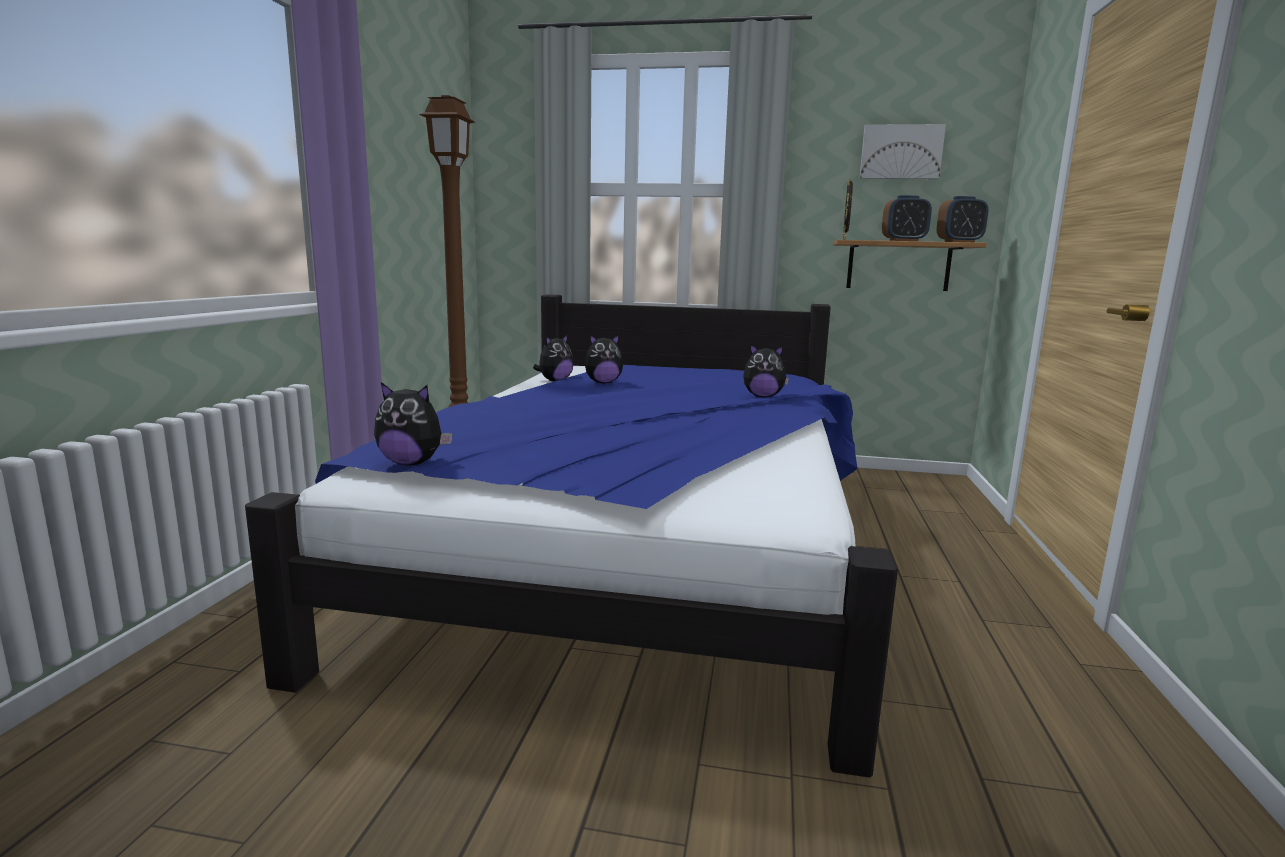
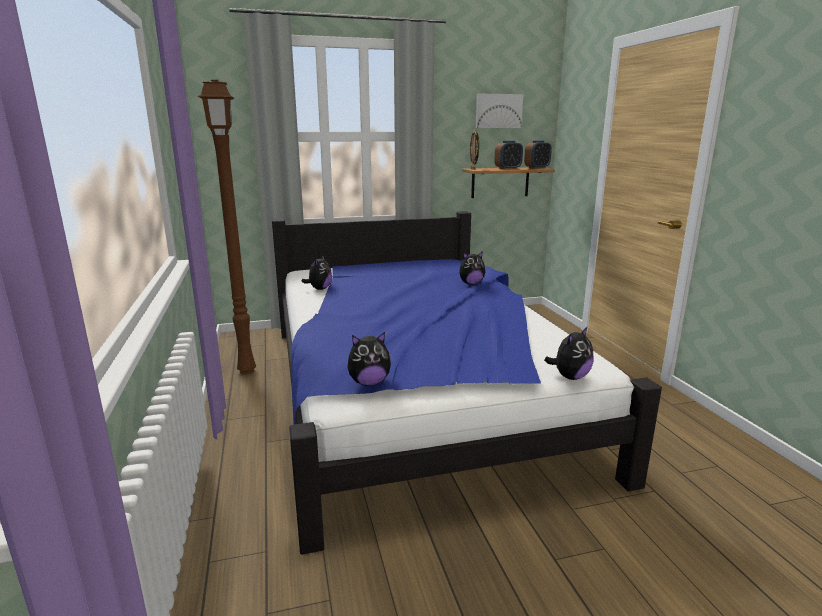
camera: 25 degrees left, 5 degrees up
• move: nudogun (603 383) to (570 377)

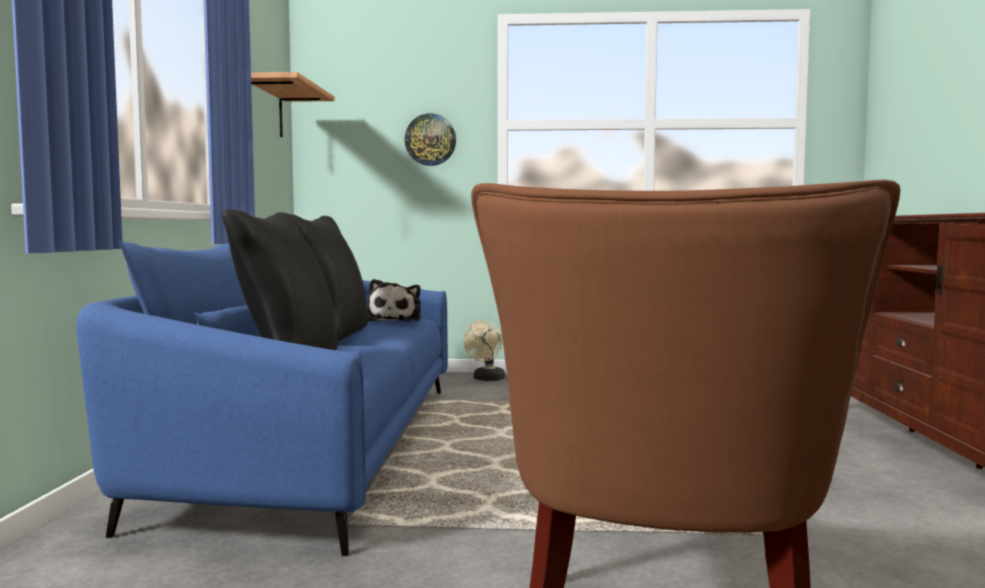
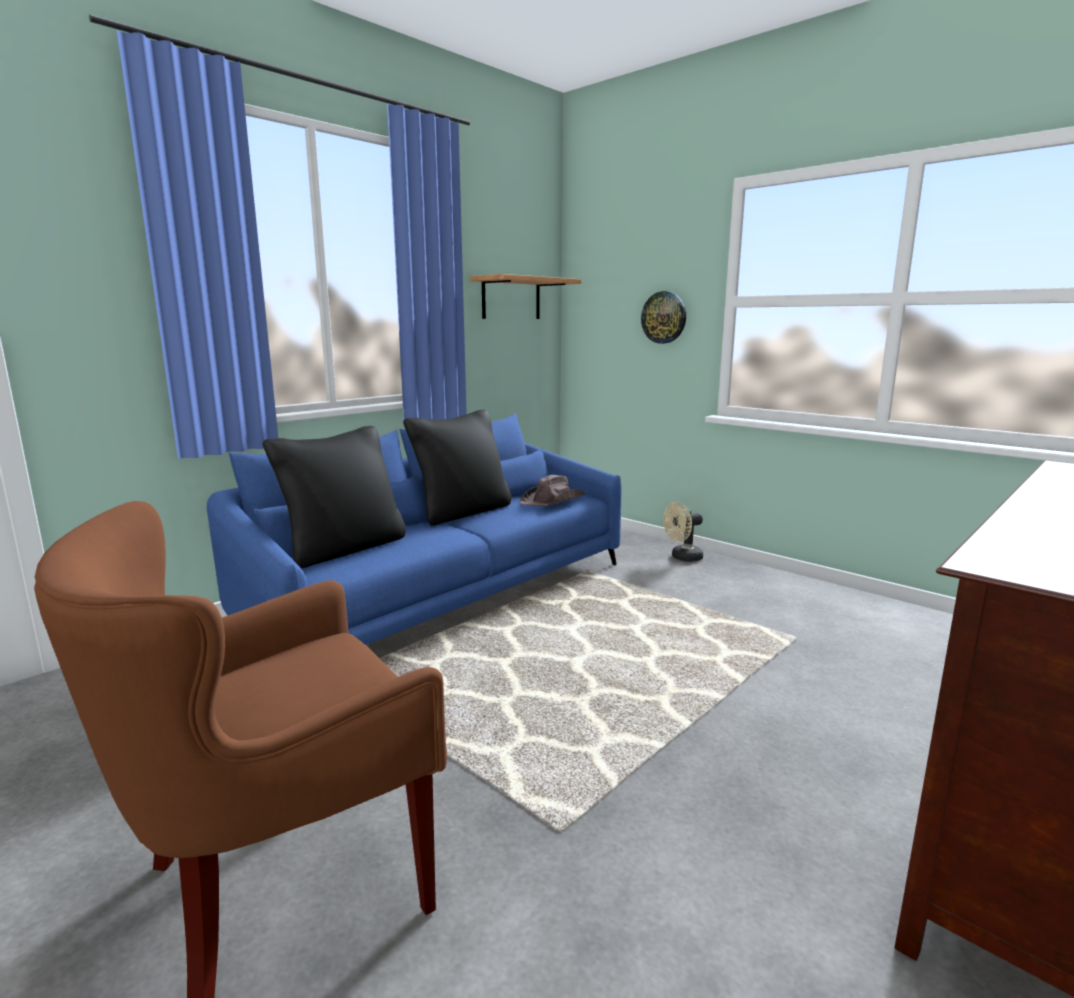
camera: 40 degrees right, 10 degrees up
• replace: nudogun (397 320) to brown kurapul (553 500)

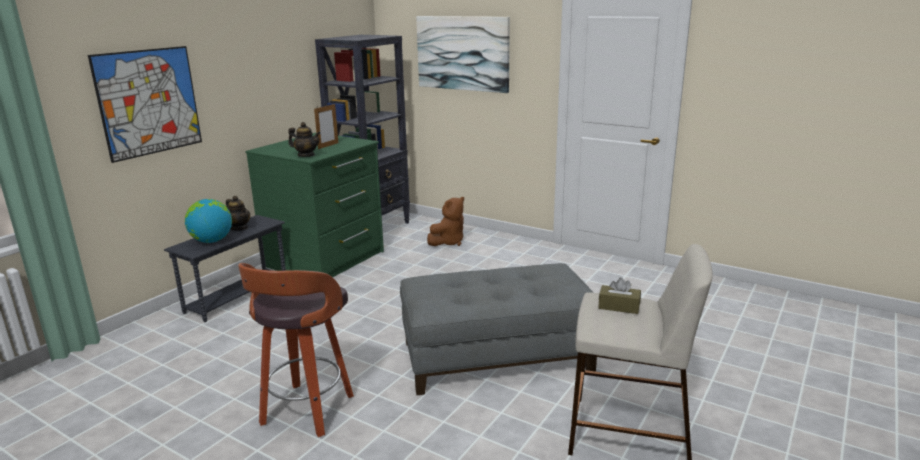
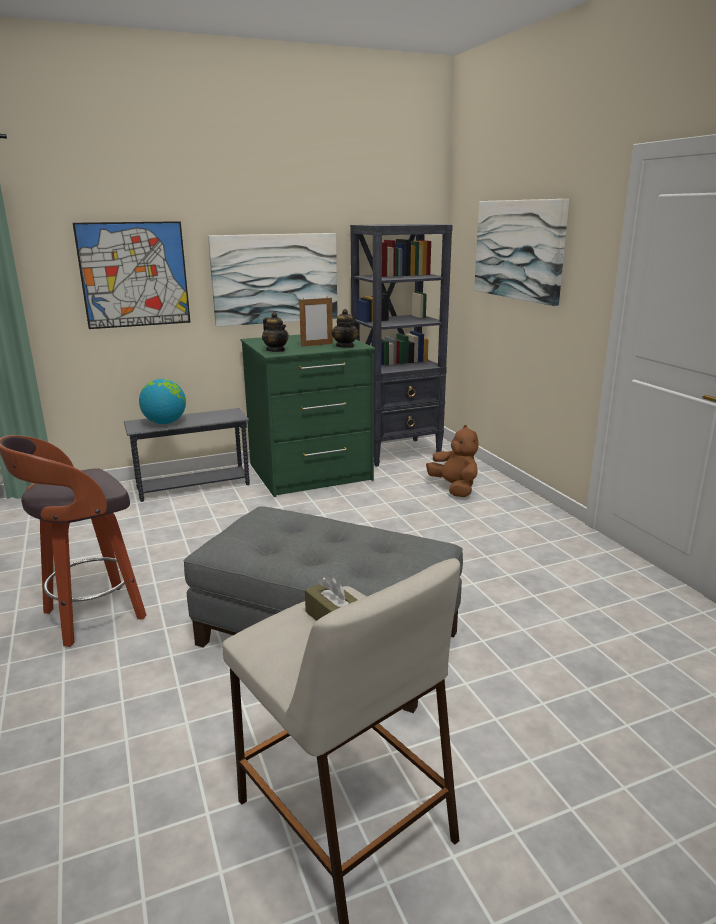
camera: 35 degrees right, 0 degrees up
• insert: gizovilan (275 278)
• move: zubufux (239 228) to (345 346)
• rotate: brown nudogun (448 242) = (454 488) 105 degrees counterclockwise

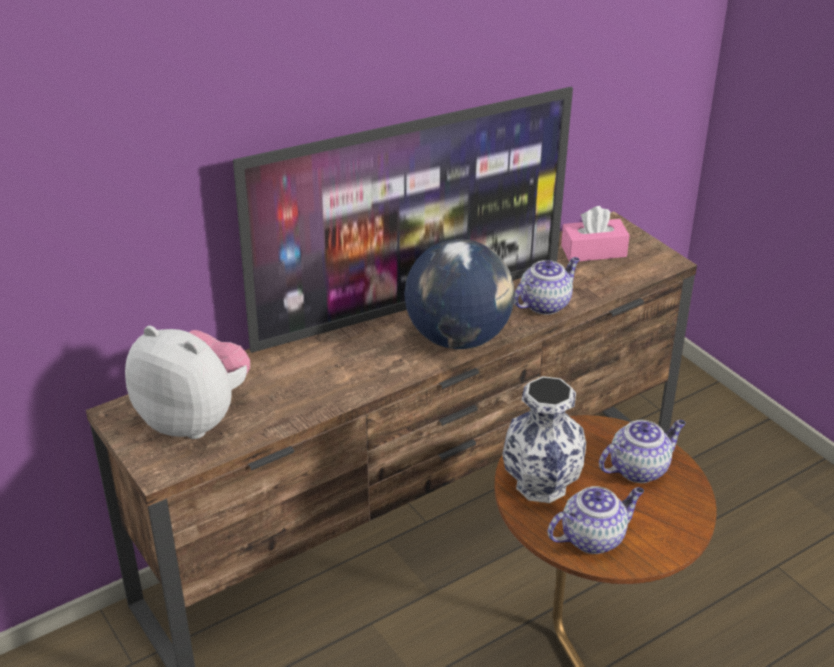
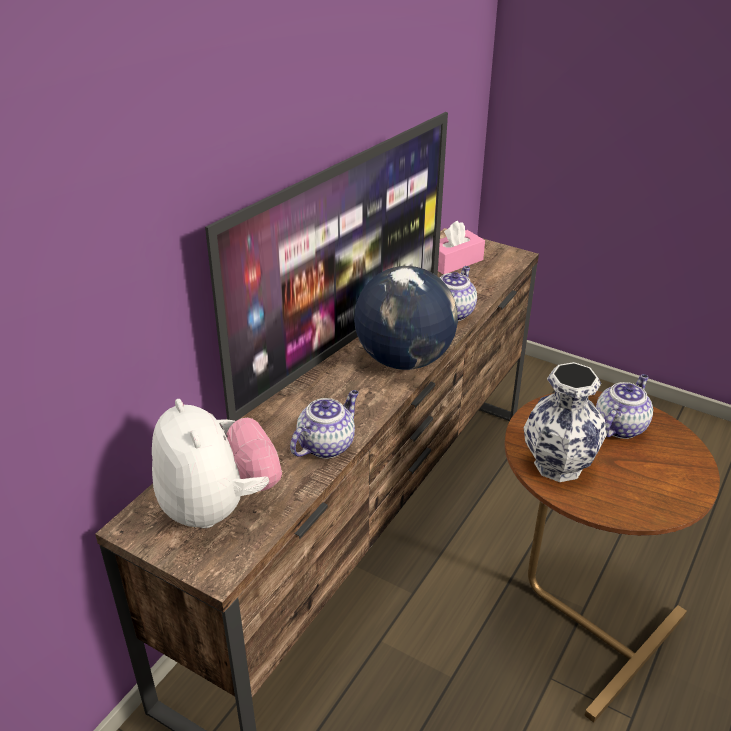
camera: 25 degrees left, 0 degrees up
• rotate: nudogun (195 419) = (218 506) 60 degrees clockwise
• move: zubufux (593 537) to (326 444)

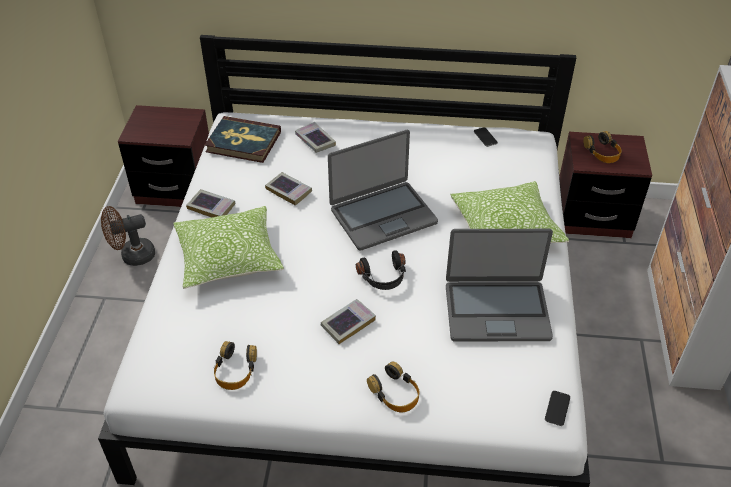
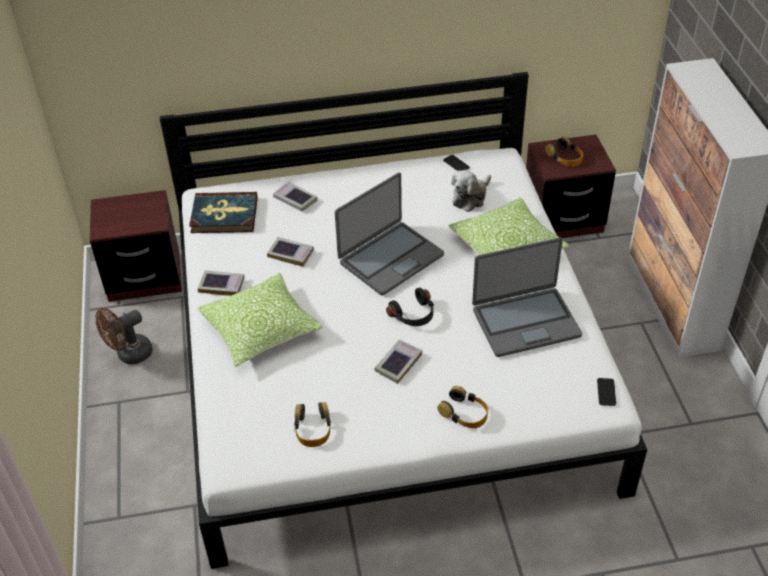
camera: 15 degrees left, 0 degrees up
• insert: nudogun (470 197)

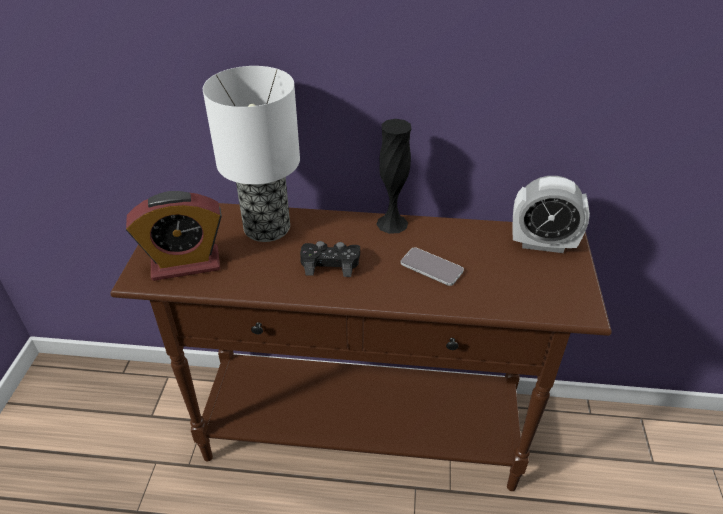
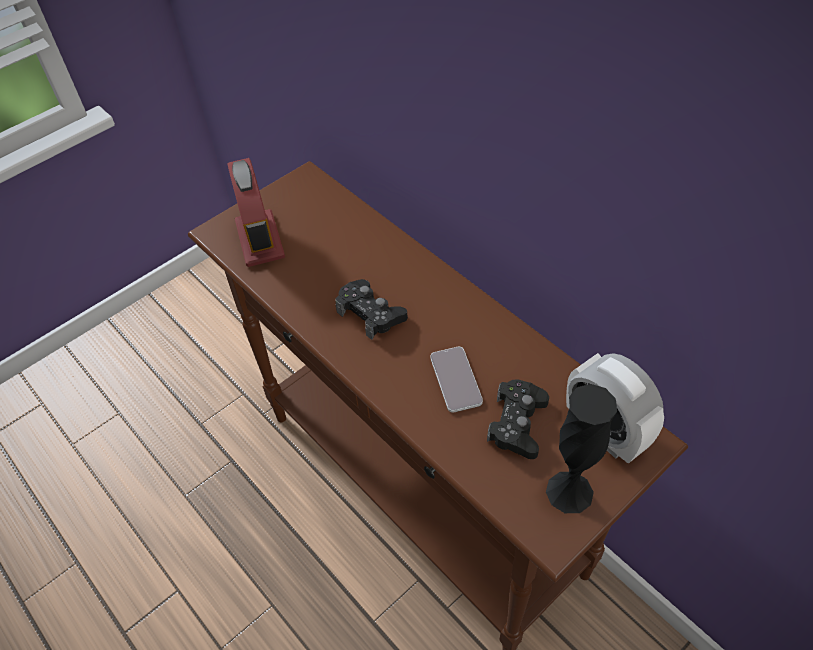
camera: 45 degrees right, 10 degrees up
• rotate: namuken (185 264) = (260 239) 135 degrees counterclockwise
• insert: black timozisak (517 424)
• move: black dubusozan (392 223) to (569 492)
• delete: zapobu (267 227)

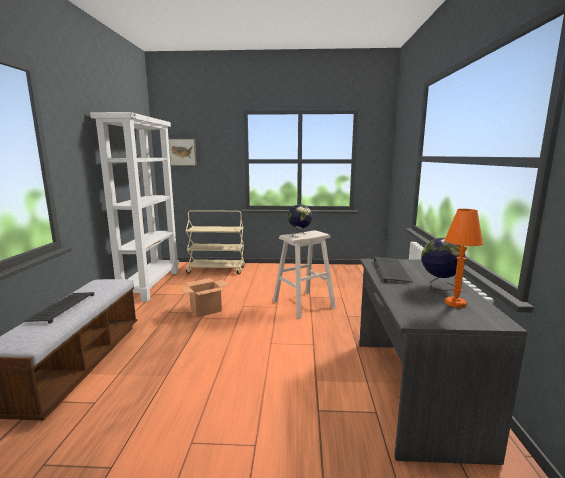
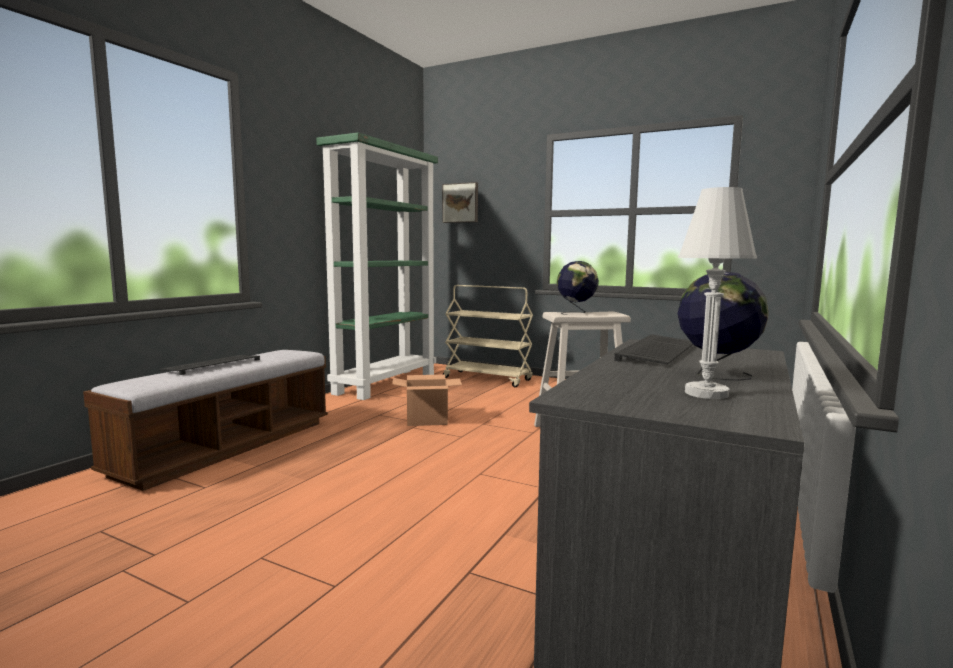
camera: 25 degrees right, 5 degrees down
• recolor: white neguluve (150 284) to green neguluve (386 383)
• recolor: orange zapobu (455 303) to white zapobu (706 393)

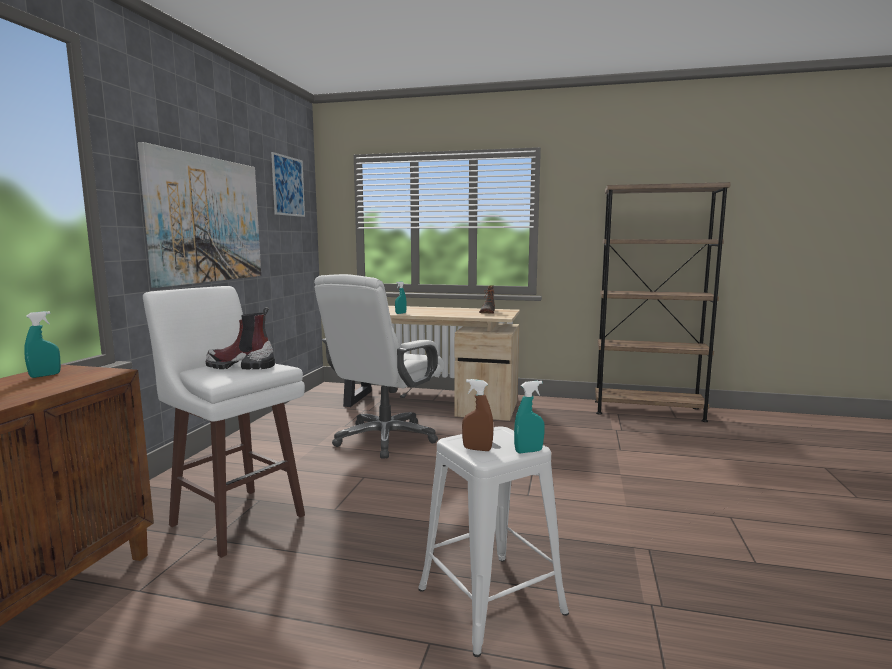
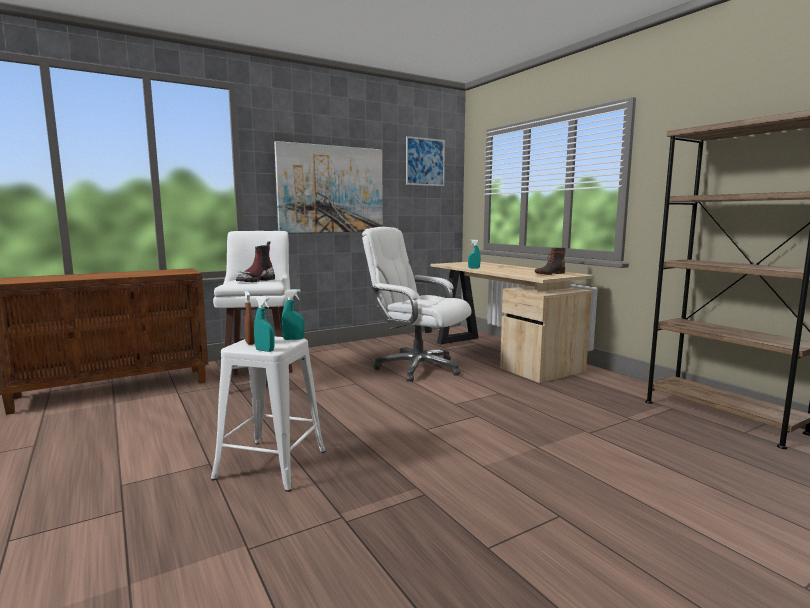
camera: 45 degrees right, 0 degrees up
• rotate: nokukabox (240 366) = (256 280) 105 degrees counterclockwise
• move: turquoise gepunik (45 375) to (293 339)
• rotate: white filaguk (385 439) = (417 368) 45 degrees clockwise

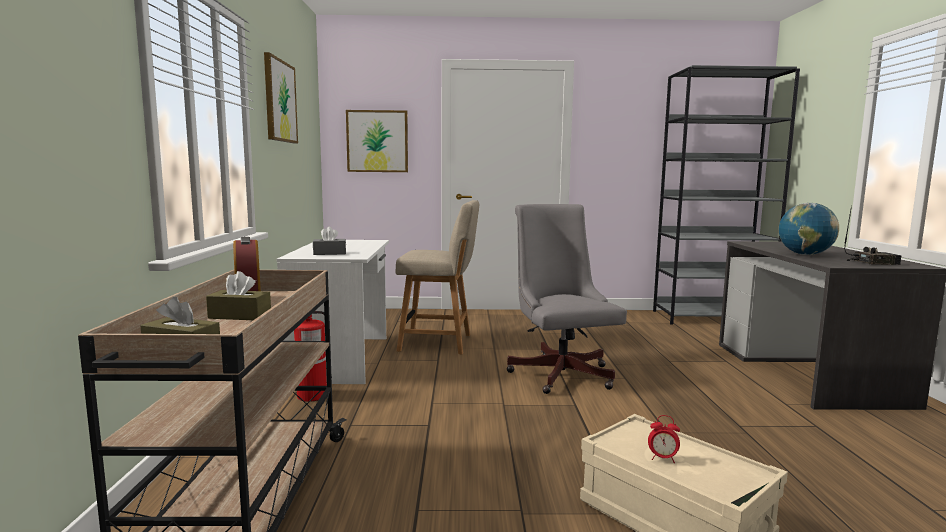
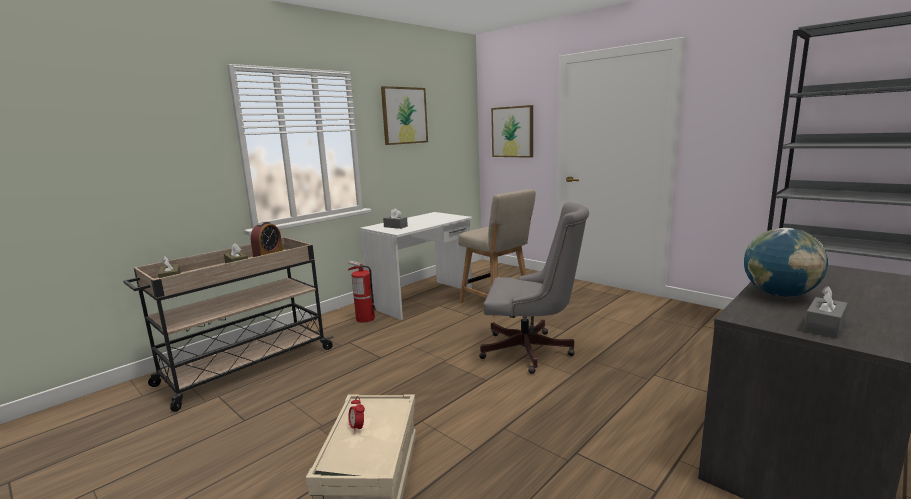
camera: 45 degrees right, 5 degrees up
• rotate: grey filaguk (560 372) = (532 351) 75 degrees clockwise
• replace: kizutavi (872 263) to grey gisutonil (824 326)

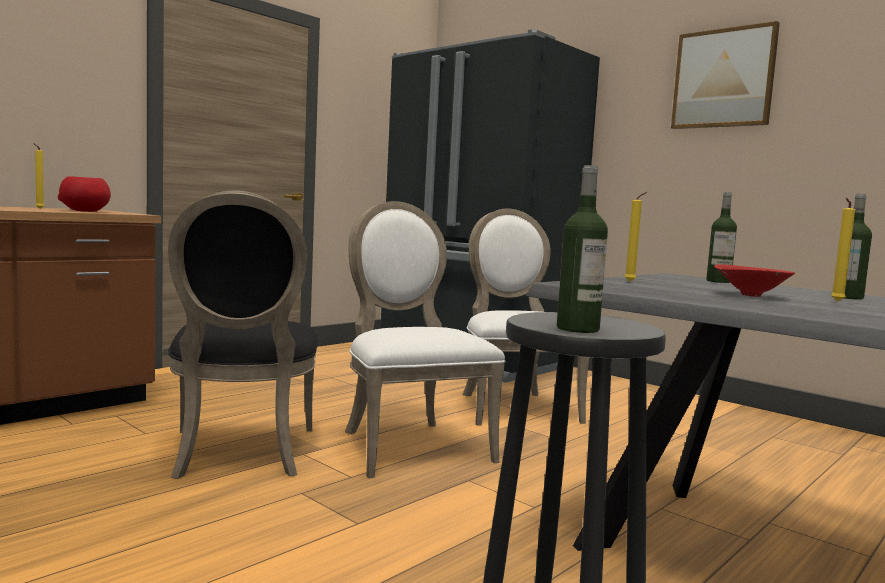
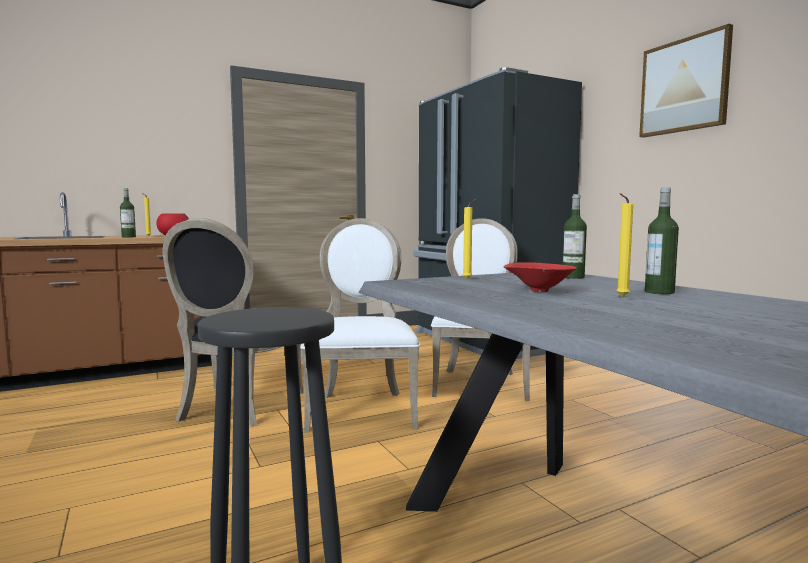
camera: 20 degrees right, 0 degrees up
• move: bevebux (577 329) to (128 237)

